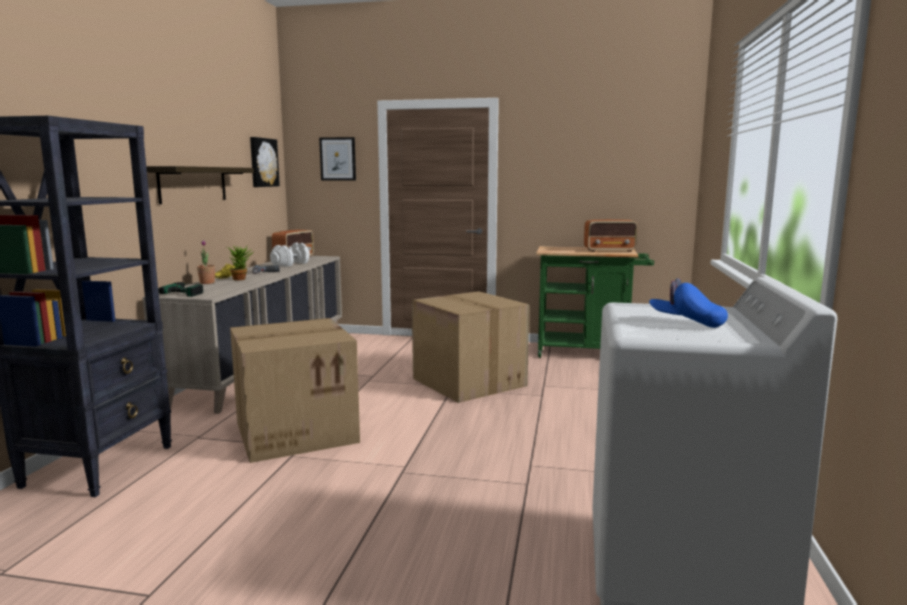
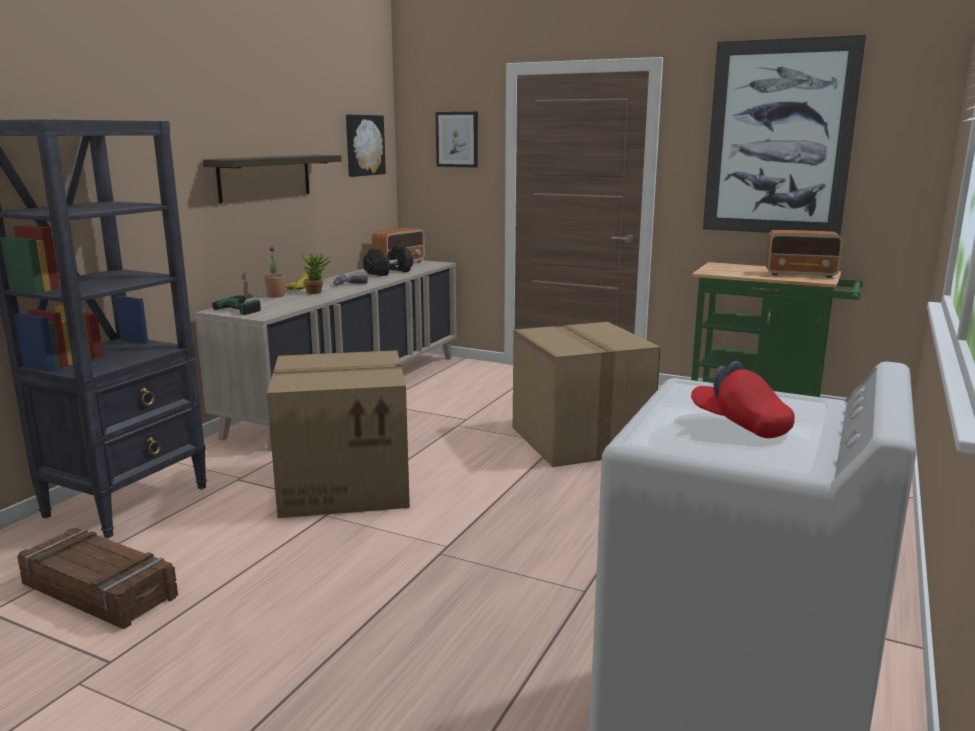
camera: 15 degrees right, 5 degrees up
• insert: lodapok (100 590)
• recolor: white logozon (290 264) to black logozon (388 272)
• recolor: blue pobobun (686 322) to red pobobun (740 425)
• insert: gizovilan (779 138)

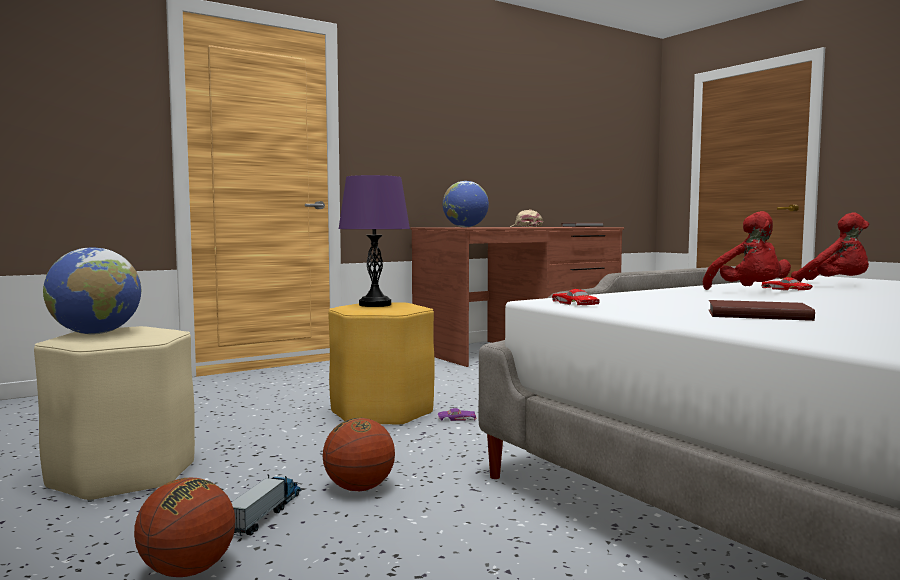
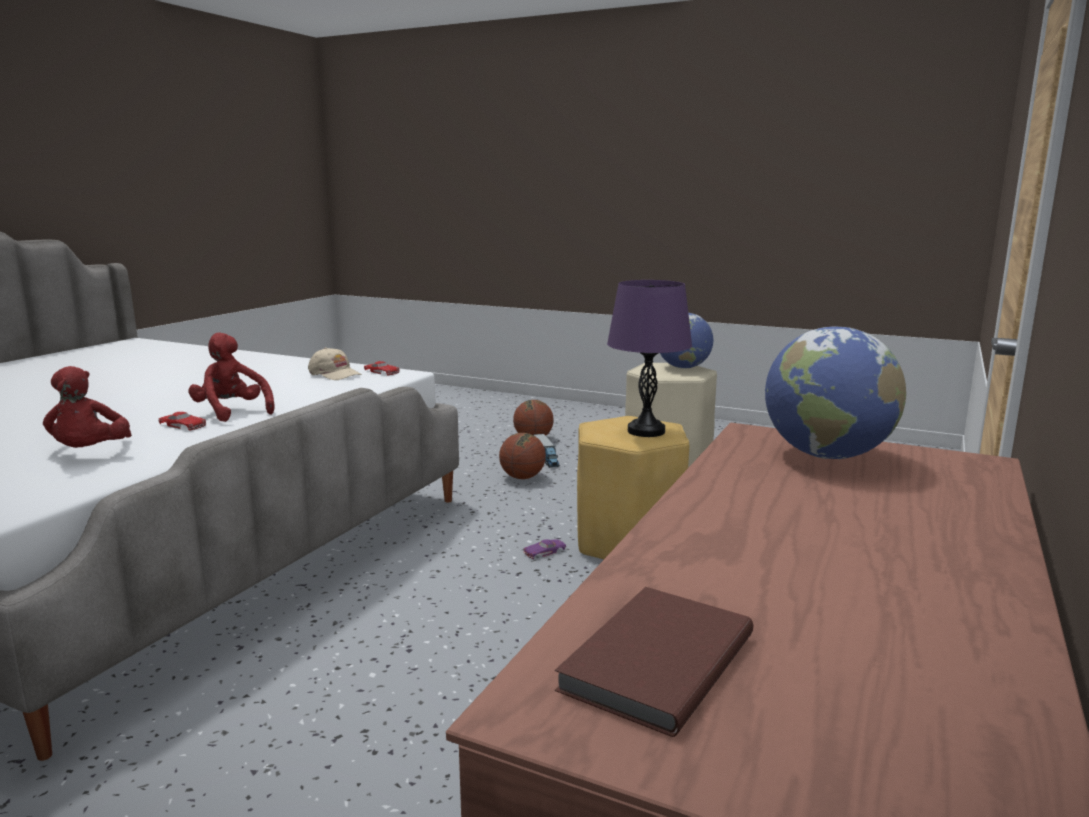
camera: 150 degrees right, 10 degrees up
• rotate: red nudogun (835 285) = (90 453) 120 degrees counterclockwise
• move: beige pobobun (525 227) to (335 374)
• delete: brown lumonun (756 314)

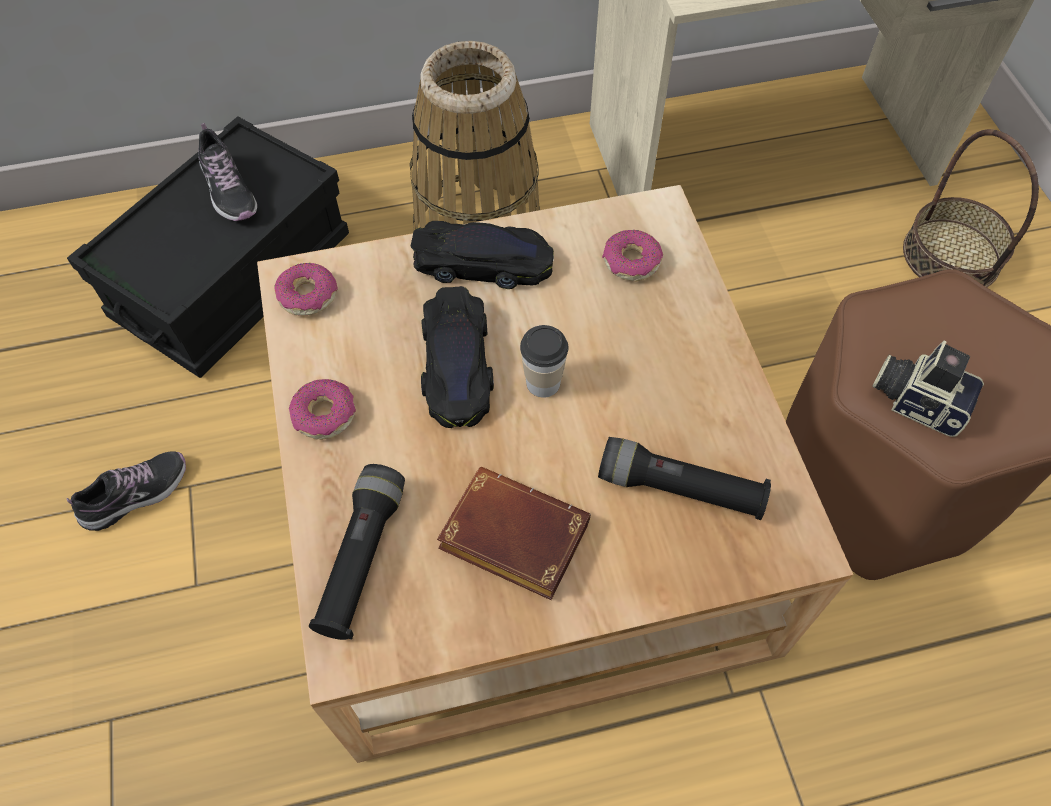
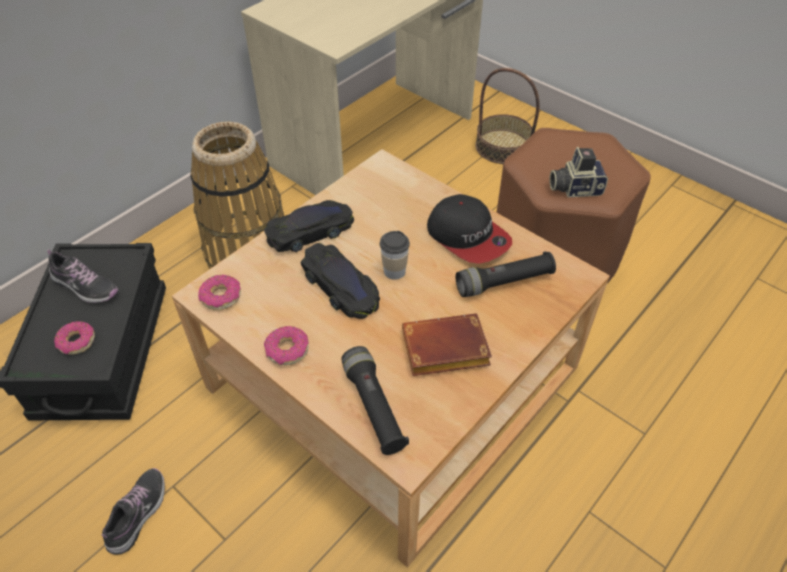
camera: 35 degrees left, 10 degrees down
• move: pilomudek (631 262) to (76 342)
• insert: pobobun (468 236)

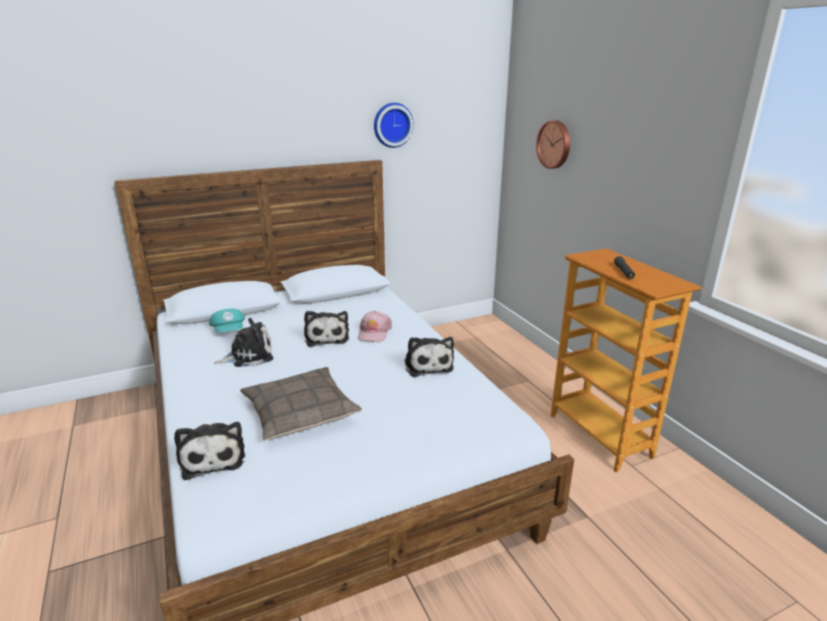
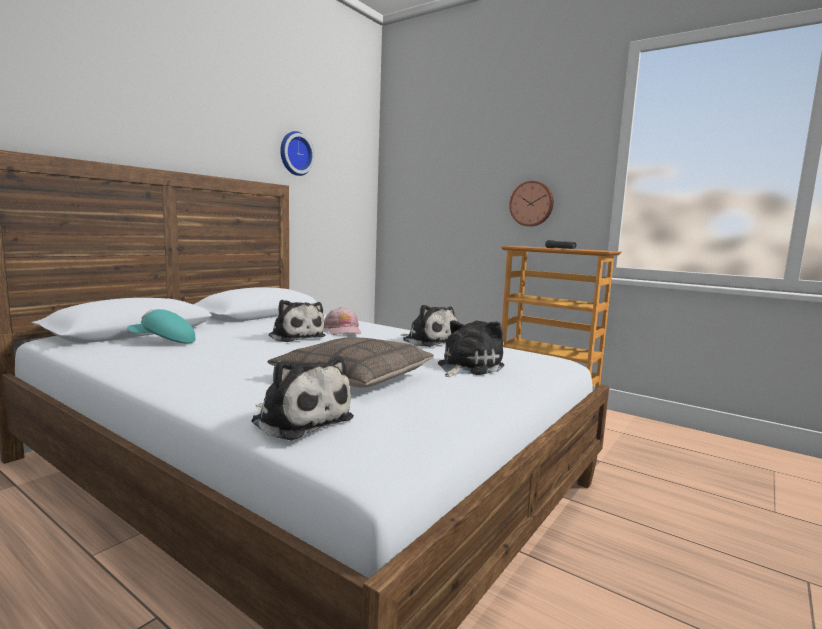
camera: 30 degrees left, 15 degrees down
• rotate: turquoise pobobun (229 331) = (163 342) 135 degrees clockwise
• move: nudogun (249 355) to (467 367)
• move: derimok (555 144) to (532 204)

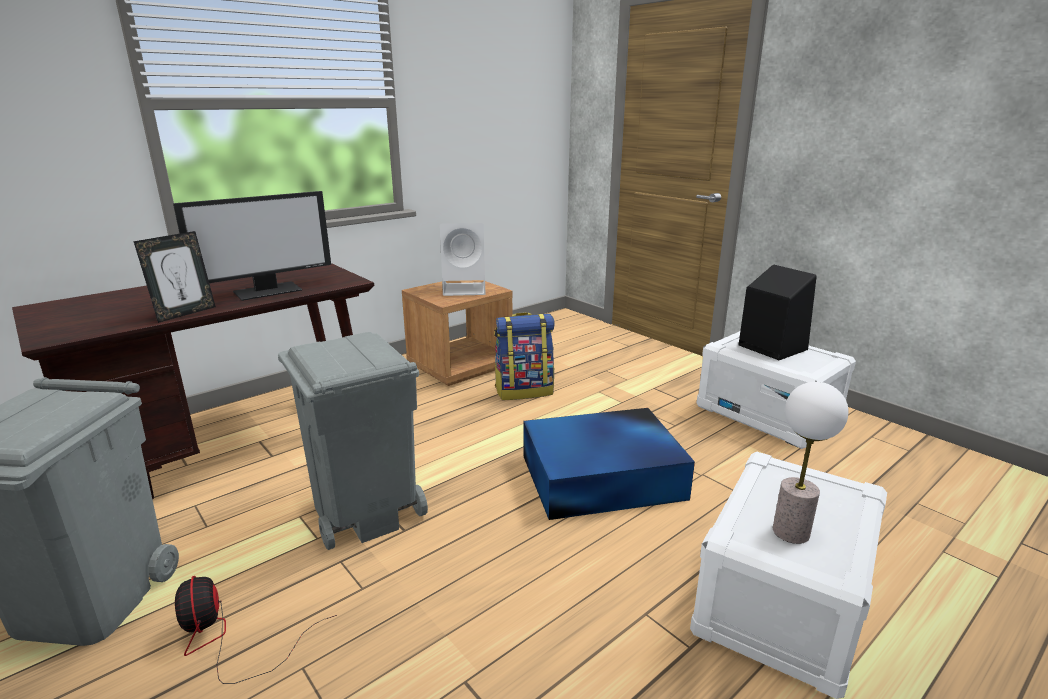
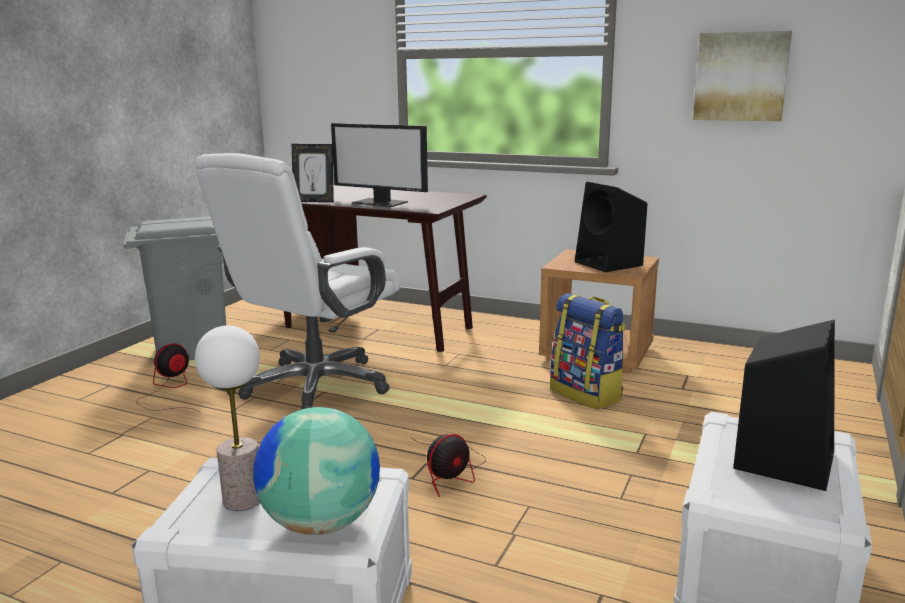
camera: 65 degrees right, 5 degrees down
• replace: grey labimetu (364 511) to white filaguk (315 387)
• insert: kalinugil (320 523)
• replace: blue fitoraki (604 477) to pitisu (451 472)
• recolor: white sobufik (466 289) to black sobufik (610 264)
• insert: gizovilan (741 76)

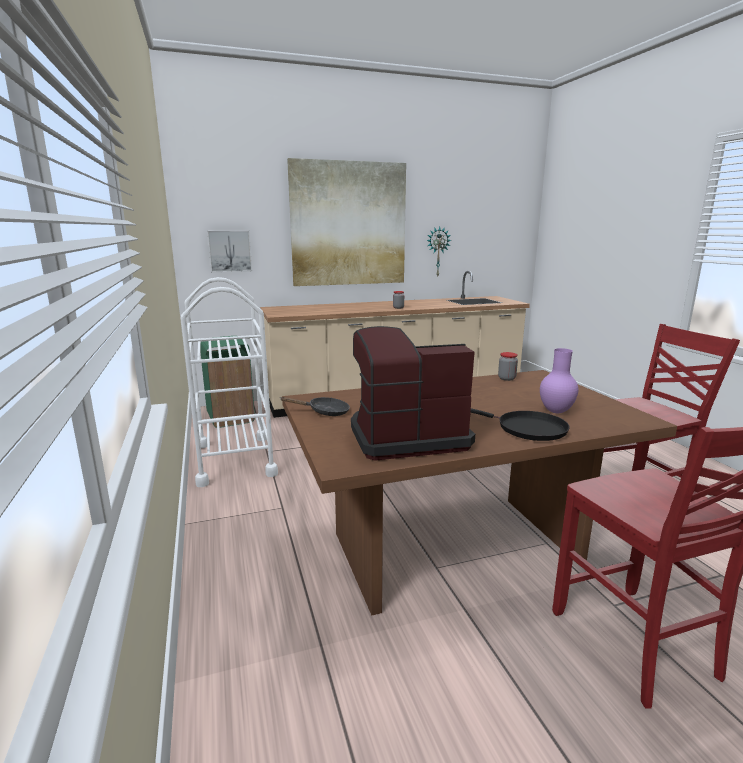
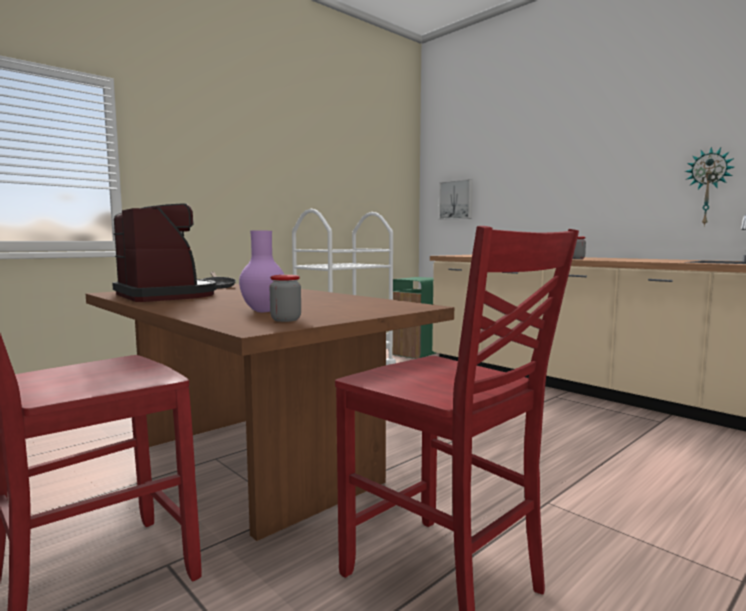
camera: 65 degrees right, 10 degrees down
• move: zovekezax (506 378) to (286 319)
• delete: gizovilan (348 224)
• delete: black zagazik (527 429)

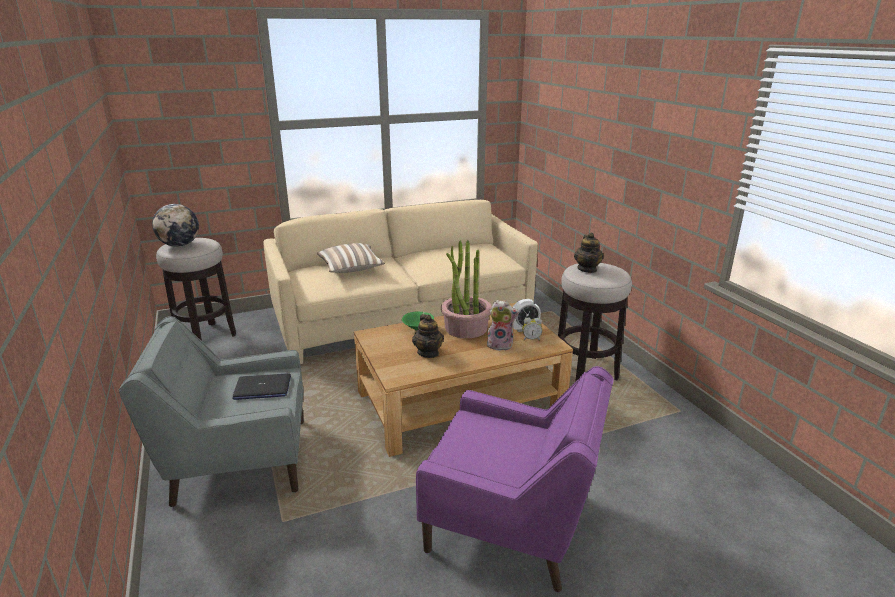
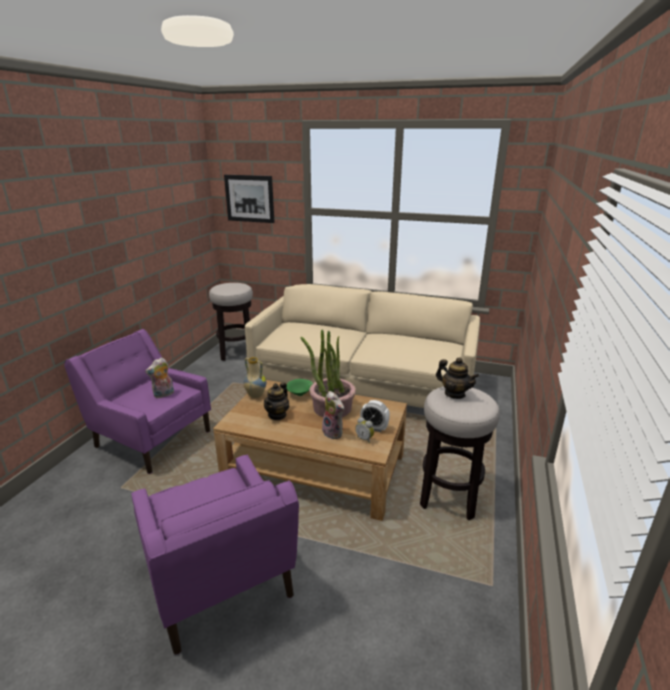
camera: 40 degrees right, 0 degrees up
• recolor: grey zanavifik (238 461) to purple zanavifik (152 438)
• replace: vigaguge (262 388) to nudogun (163 395)
• insert: gizovilan (249 198)
• insert: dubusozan (255 395)
• rotate: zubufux (587 269) = (454 394) 90 degrees counterclockwise
• delete: kalinugil (180 245)
• delete: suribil (351 269)

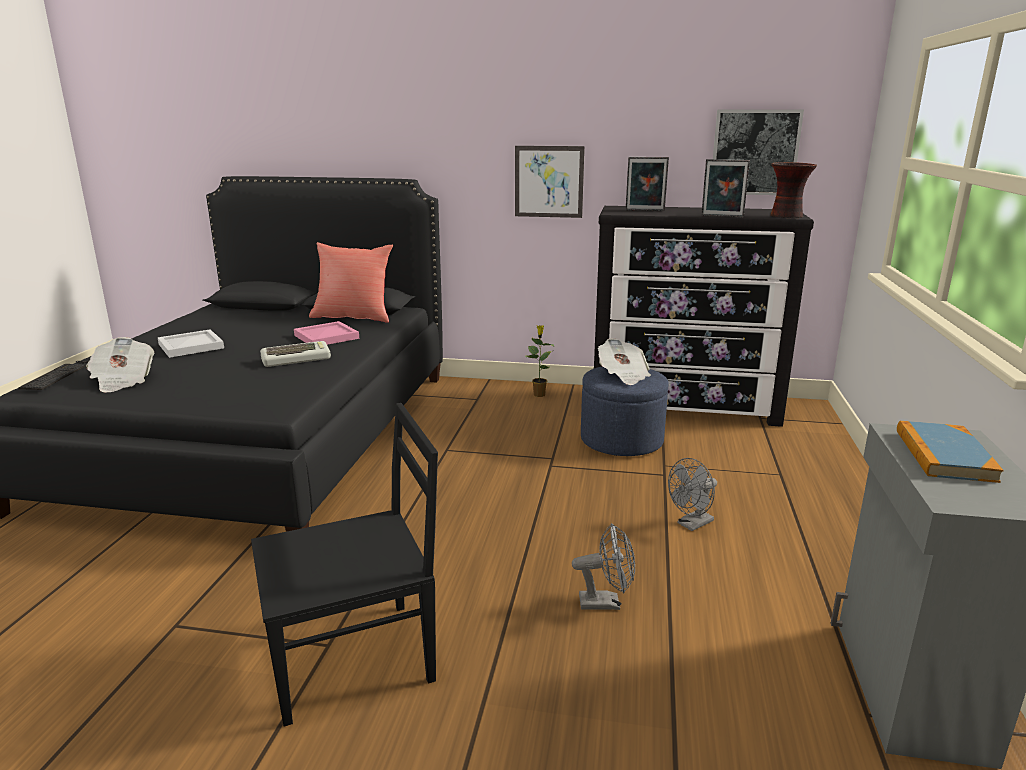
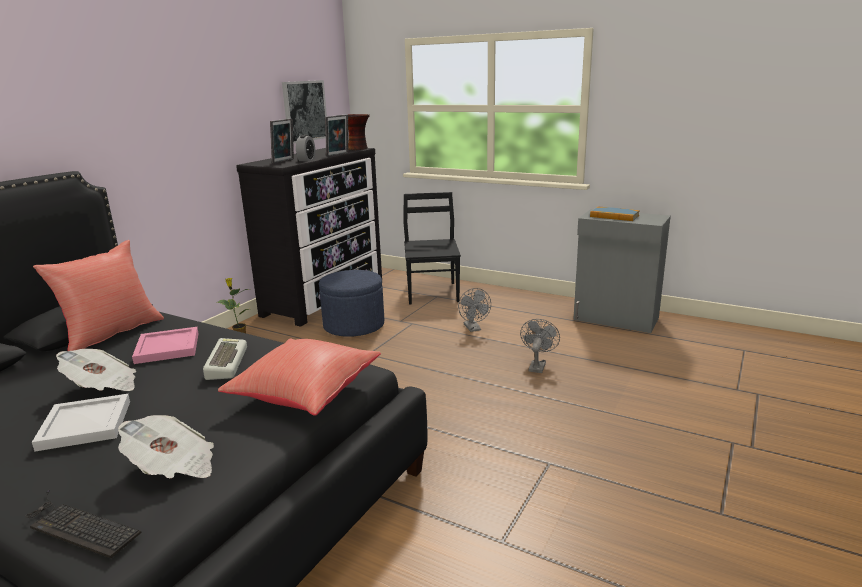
camera: 70 degrees left, 0 degrees up
• move: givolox (623 375) to (103 386)
• insert: red suribil (304 394)
• insert: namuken (306 160)
• move: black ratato (355 658) to (432 292)
• delete: gizovilan (549 181)

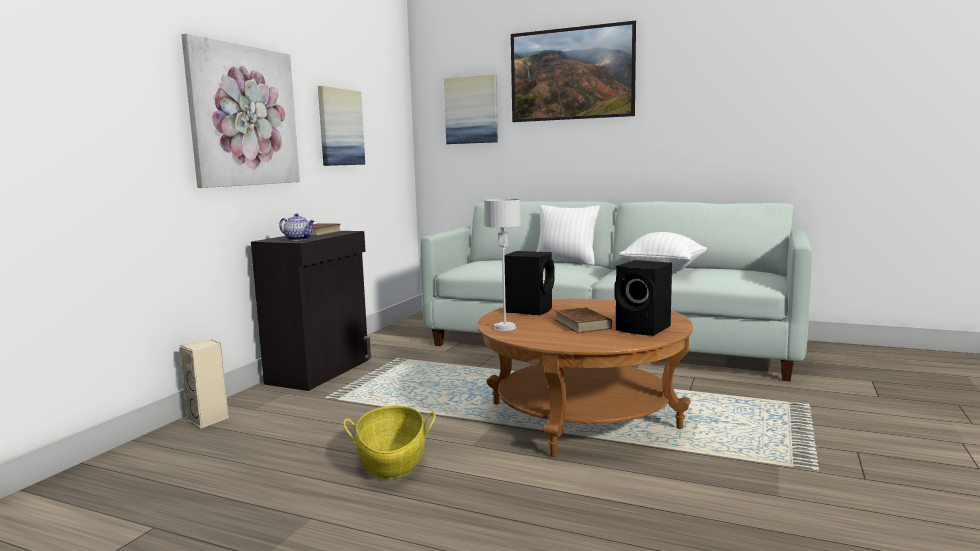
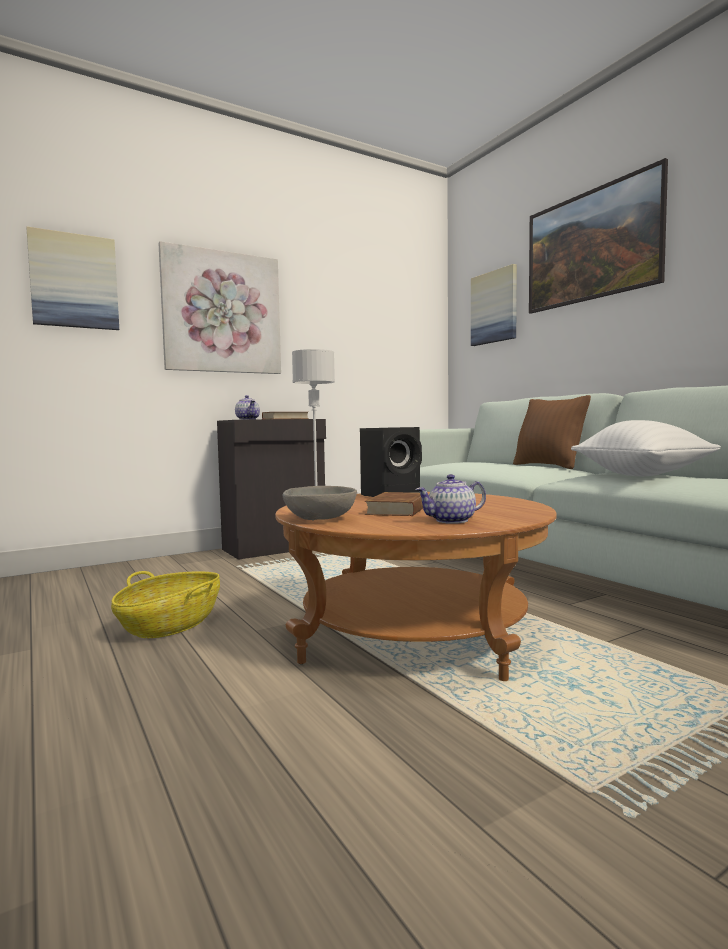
camera: 35 degrees right, 5 degrees down
• move: gizovilan (340 127) to (74 281)
• insert: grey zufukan (319 519)
• replace: black sobufik (644 329) to zubufux (451 520)
• recolor: white suribil (566 262) to brown suribil (548 466)
• delete: beige sobufik (209 420)

